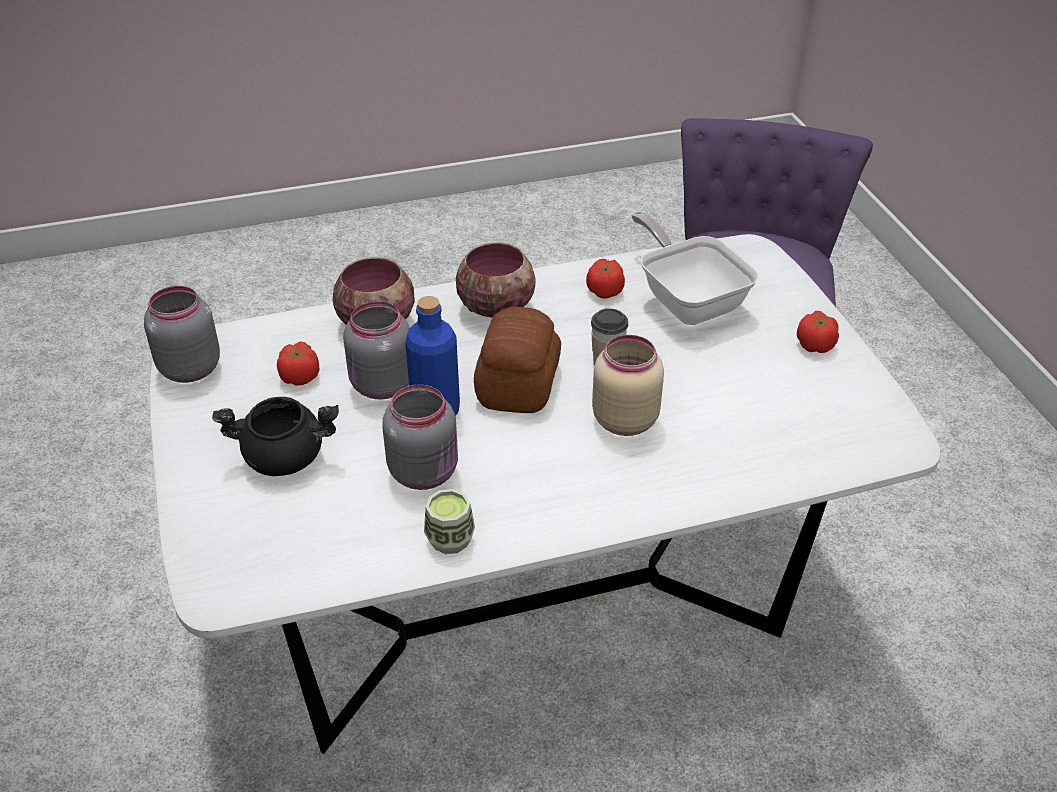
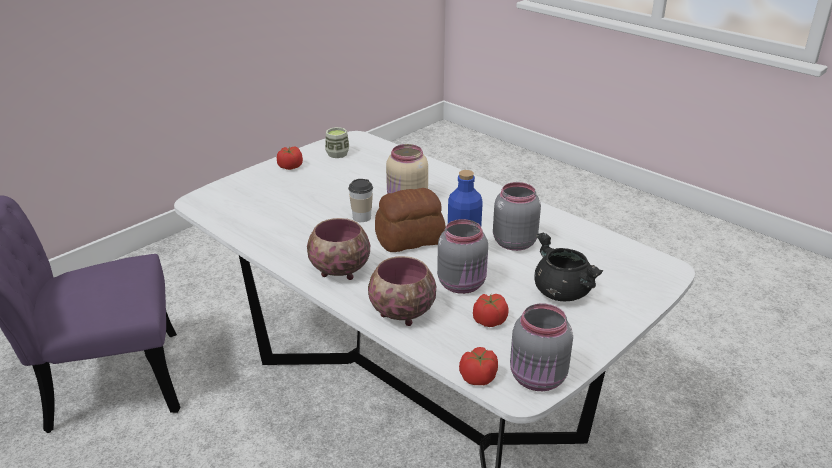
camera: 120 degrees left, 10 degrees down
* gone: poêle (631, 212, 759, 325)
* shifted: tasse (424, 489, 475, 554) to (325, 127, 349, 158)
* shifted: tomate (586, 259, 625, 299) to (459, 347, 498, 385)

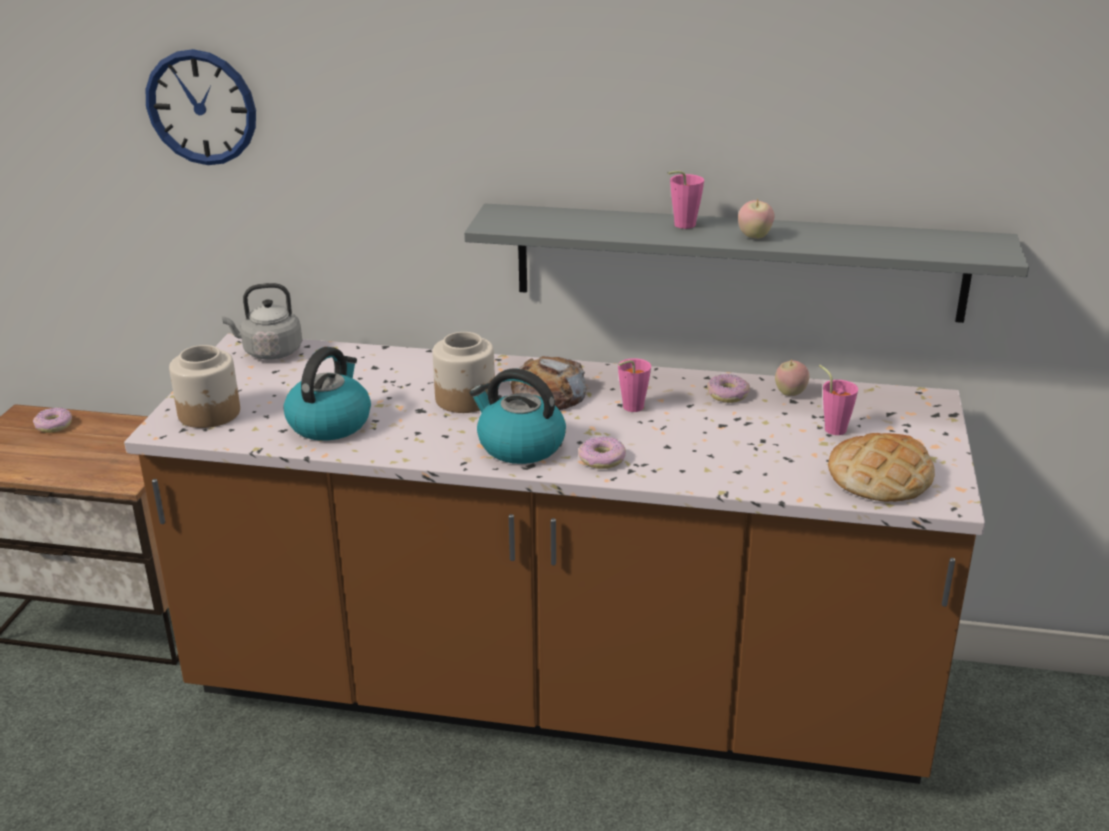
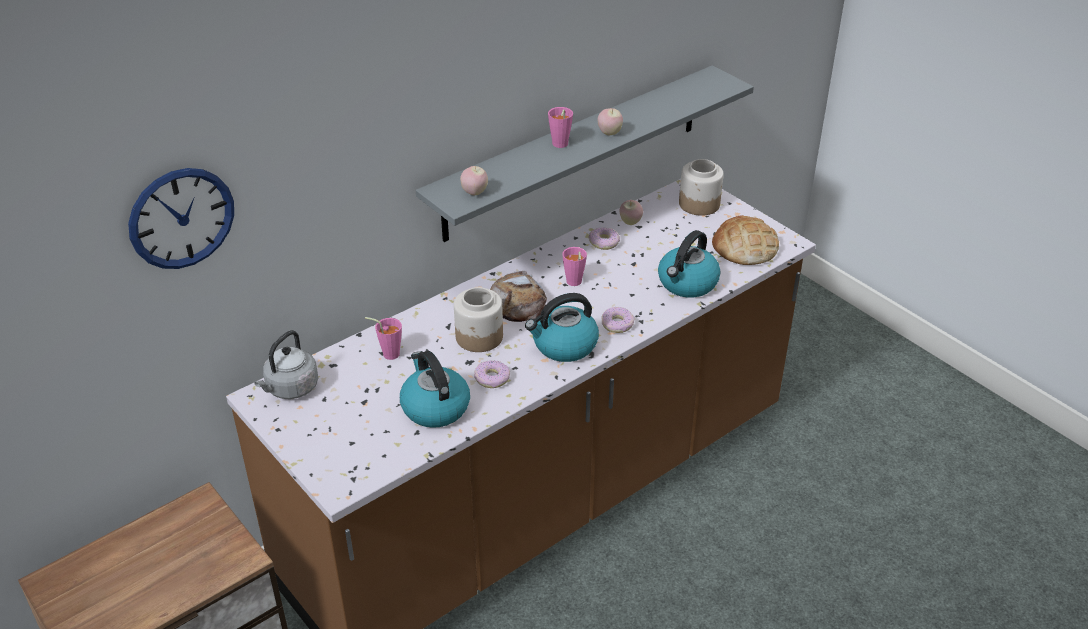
camera: 50 degrees left, 10 degrees up
* new: pomme (460, 166, 488, 195)
* new: bouilloire (658, 230, 721, 298)
* shifted: beignet (33, 407, 72, 433) to (474, 360, 510, 388)
* shifted: bocal (169, 345, 240, 428) to (679, 159, 724, 216)
* shifted: tasse (rose) (819, 365, 858, 435) to (365, 317, 402, 360)

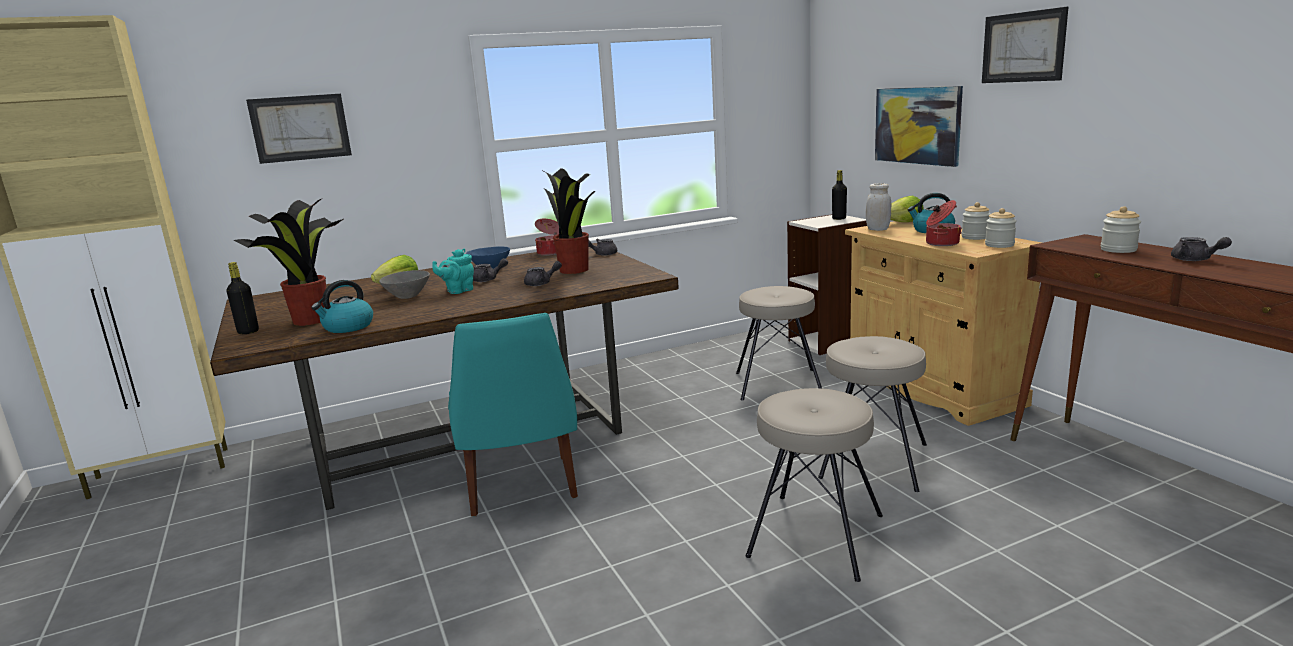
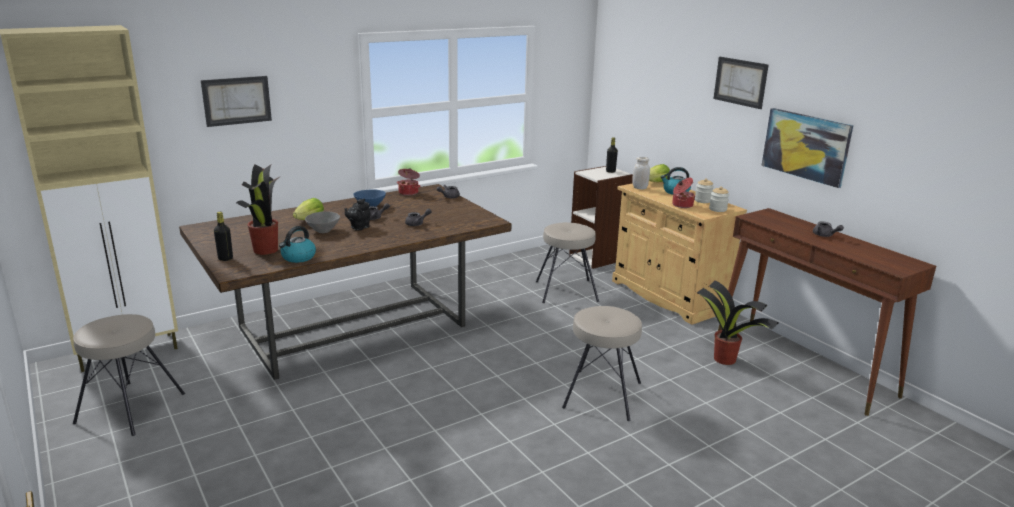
camera: 10 degrees left, 5 degrees up
* gone: chaise (turquoise) (448, 313, 578, 517)
* gone: bocal (1100, 206, 1141, 253)
* shifted: plante en pot (544, 168, 595, 274) to (696, 280, 778, 365)
* shifted: tabouret (beige) (818, 336, 927, 492) to (73, 314, 185, 436)
* shifted: tableau (875, 86, 963, 167) to (762, 108, 853, 188)
* repainted: théière (turquoise) (432, 249, 474, 294) to théière (noir) (345, 198, 370, 231)

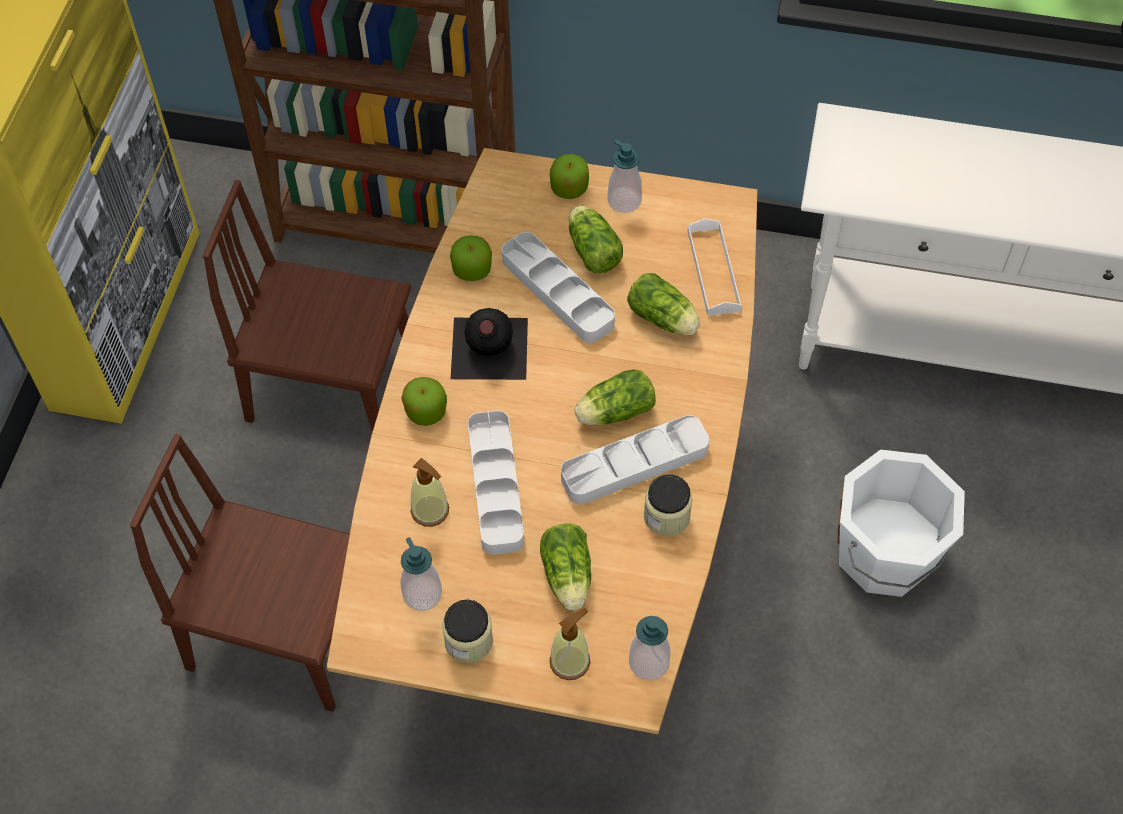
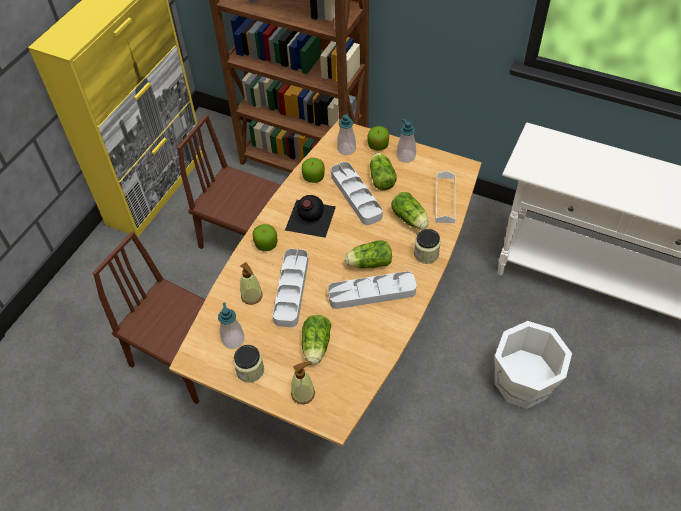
camera: 15 degrees right, 5 degrees down
* shifted: distributeur de savon (629, 616, 671, 681) to (337, 114, 356, 155)
* shifted: bocal (644, 474, 692, 536) to (414, 229, 441, 264)

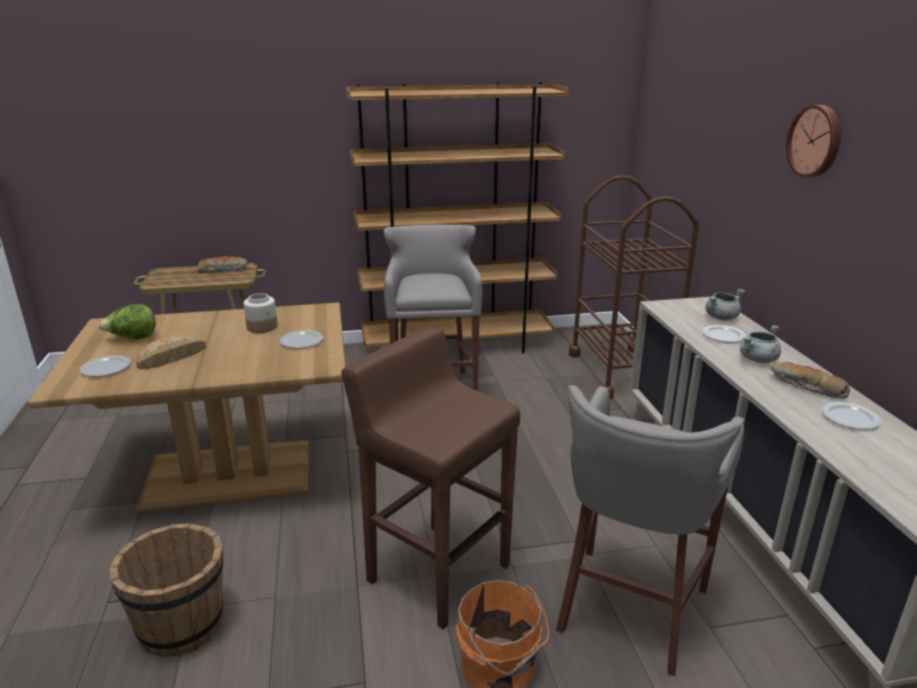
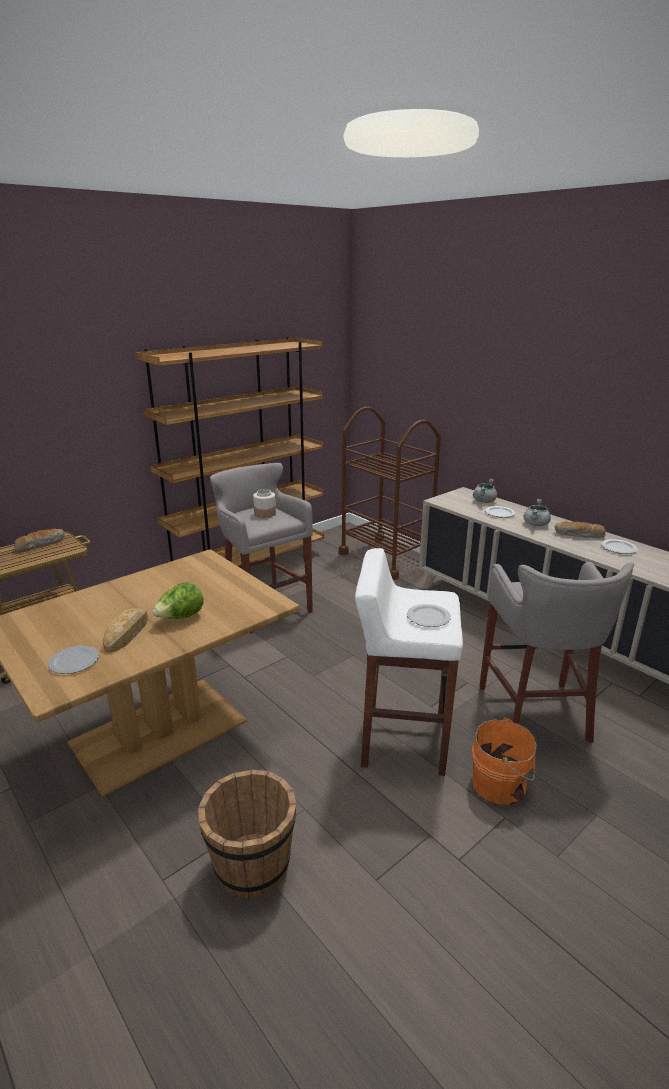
camera: 30 degrees left, 0 degrees up
* gone: horloge murale (786, 105, 841, 177)
* shifted: laitue (98, 304, 156, 339) to (152, 582, 204, 619)
* shifted: bocal (243, 293, 278, 333) to (253, 489, 276, 518)
* shifted: assiette (280, 330, 323, 348) to (407, 604, 451, 627)
* repainted: tabouret (marron) (341, 327, 520, 630) to tabouret (blanc) (355, 548, 463, 776)

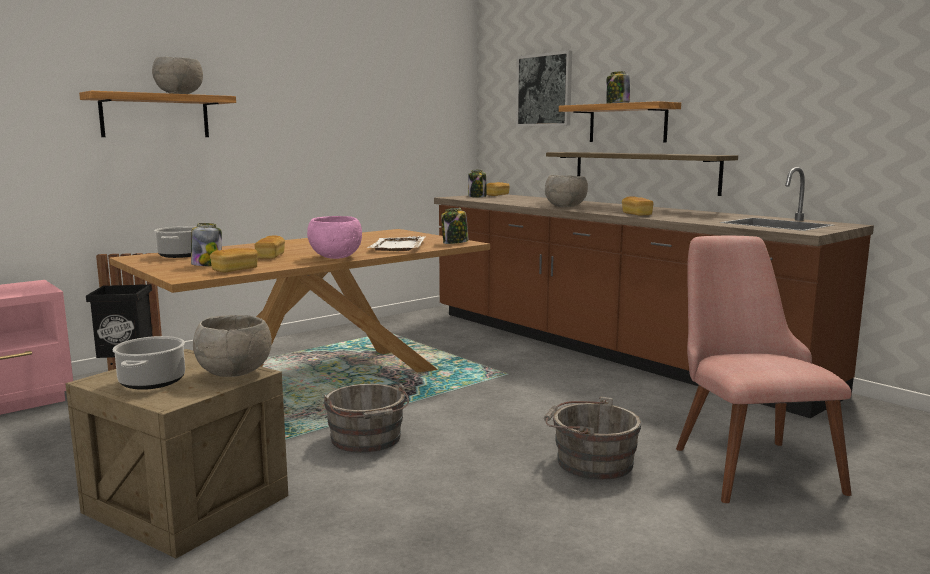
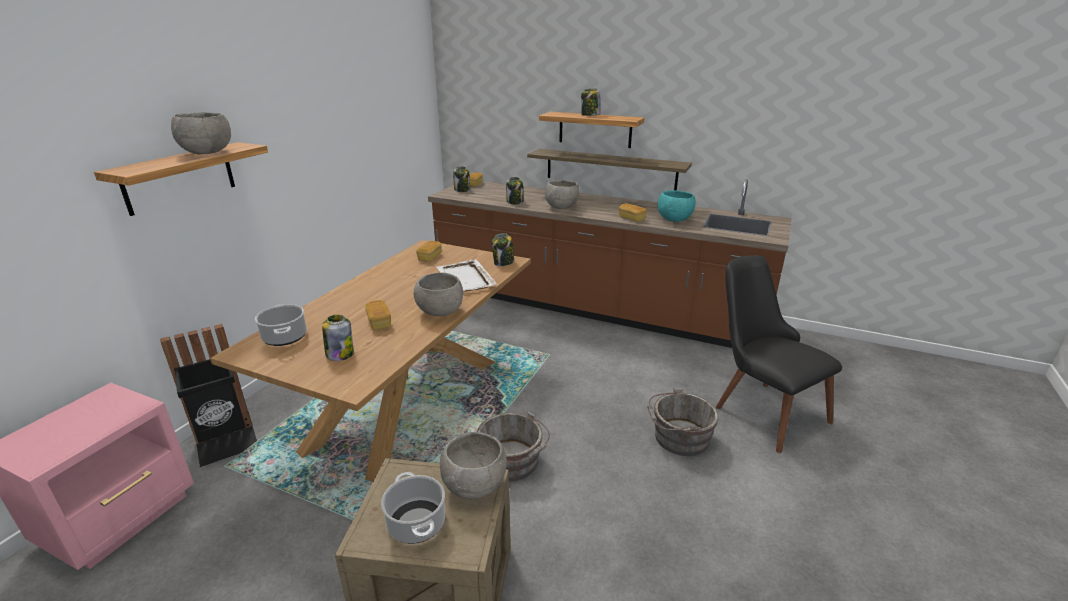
camera: 25 degrees left, 15 degrees up
* gone: tableau (516, 50, 572, 126)
* new: bocal (506, 177, 523, 205)
* new: bol (turquoise) (657, 190, 696, 222)
* shifted: pain (210, 248, 258, 272) to (416, 241, 441, 261)
* repainted: bol (rose) (307, 216, 362, 259) to bol (gris) (414, 272, 463, 316)
* repainted: chaise (rose) (676, 236, 852, 503) to chaise (noir) (716, 255, 842, 453)

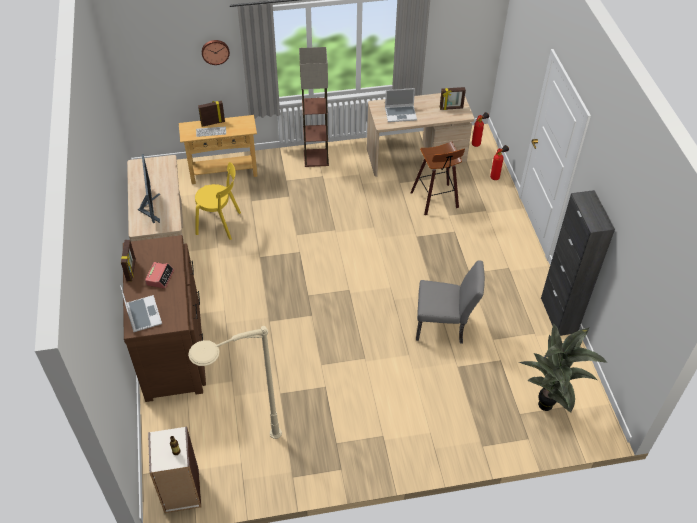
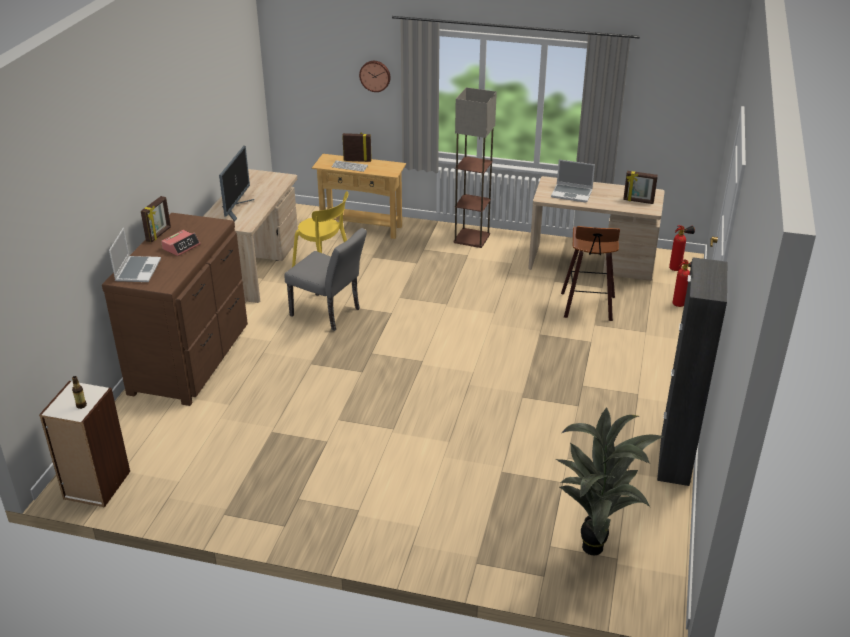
camera: 25 degrees right, 15 degrees down
* gone: lampadaire (beige) (188, 326, 282, 439)
* shifted: chaise (gris) (416, 260, 485, 344) to (284, 228, 367, 331)

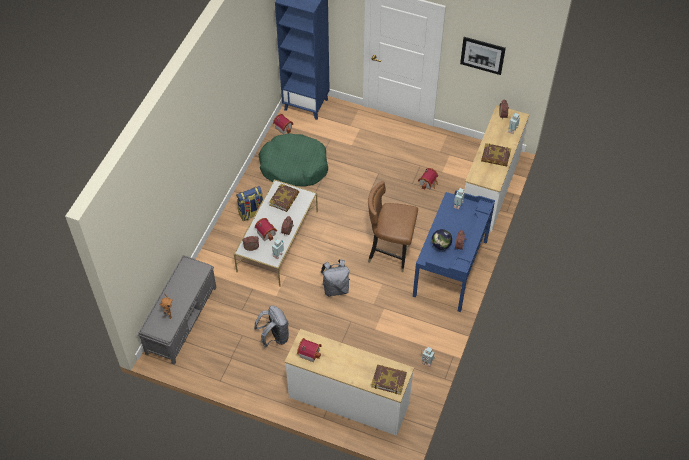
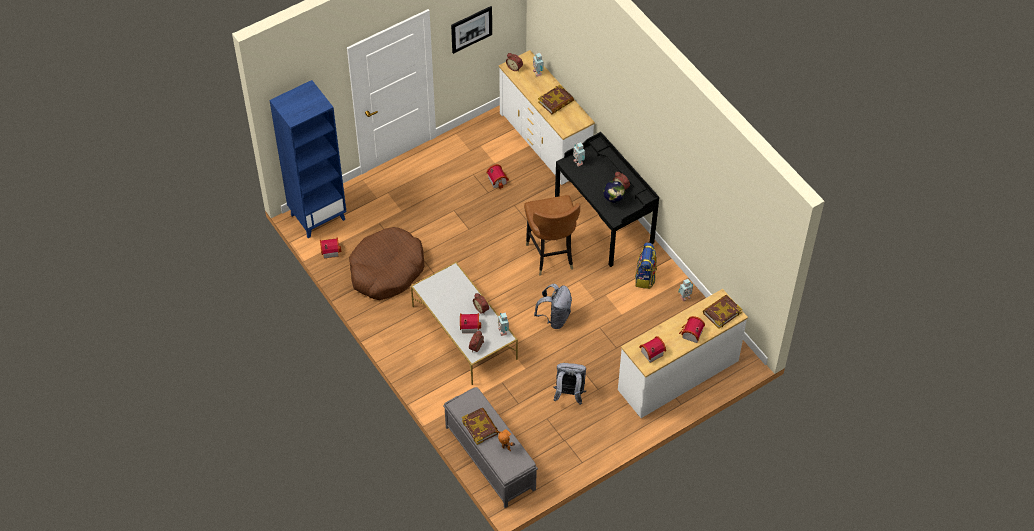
camera: 55 degrees left, 0 degrees up
* new: maison miniature (679, 316, 705, 343)
* shifted: sac à dos (236, 186, 263, 221) to (635, 242, 657, 289)
* shifted: livre (269, 184, 299, 212) to (462, 408, 498, 445)
* repainted: panier pour chien (vert) (259, 133, 328, 186) to panier pour chien (marron) (349, 227, 424, 300)
* repainted: bureau (bleu) (413, 191, 495, 312) to bureau (noir) (555, 132, 659, 267)
* rotated: chaise (marron) (368, 181, 418, 272) = (524, 195, 580, 276) 60 degrees counterclockwise

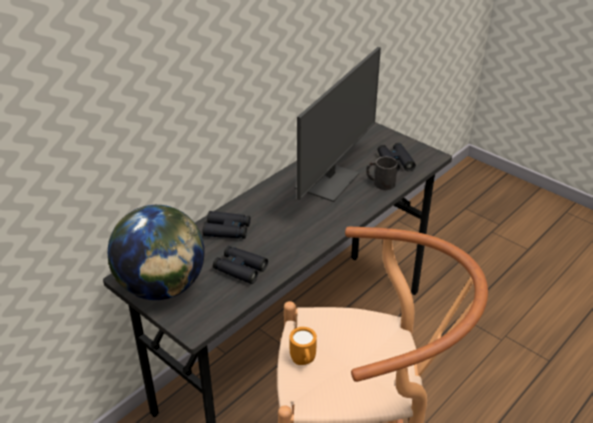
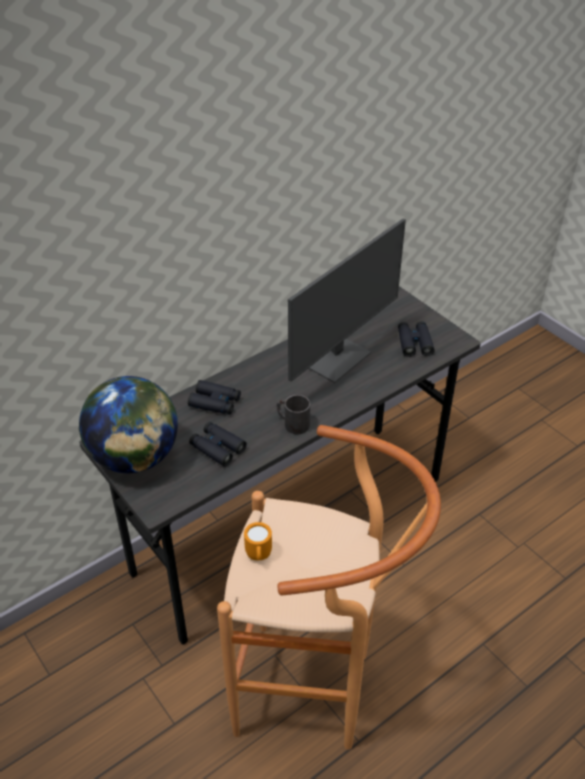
camera: 10 degrees right, 5 degrees up
* shifted: mug (noir) (366, 157, 398, 190) to (276, 395, 310, 434)

